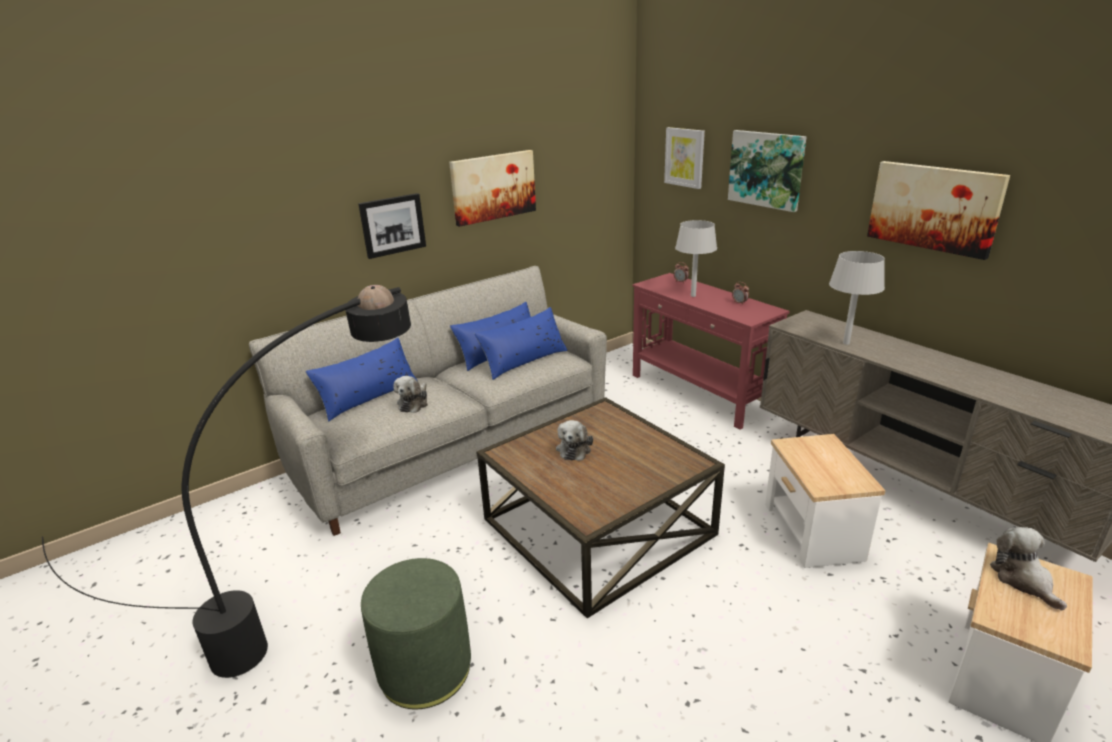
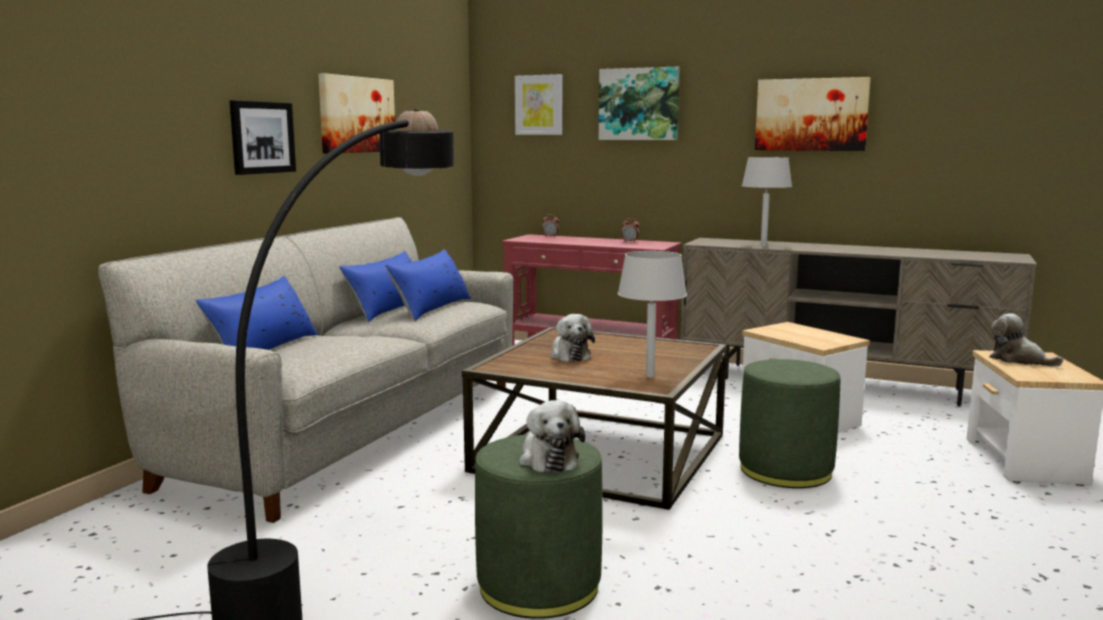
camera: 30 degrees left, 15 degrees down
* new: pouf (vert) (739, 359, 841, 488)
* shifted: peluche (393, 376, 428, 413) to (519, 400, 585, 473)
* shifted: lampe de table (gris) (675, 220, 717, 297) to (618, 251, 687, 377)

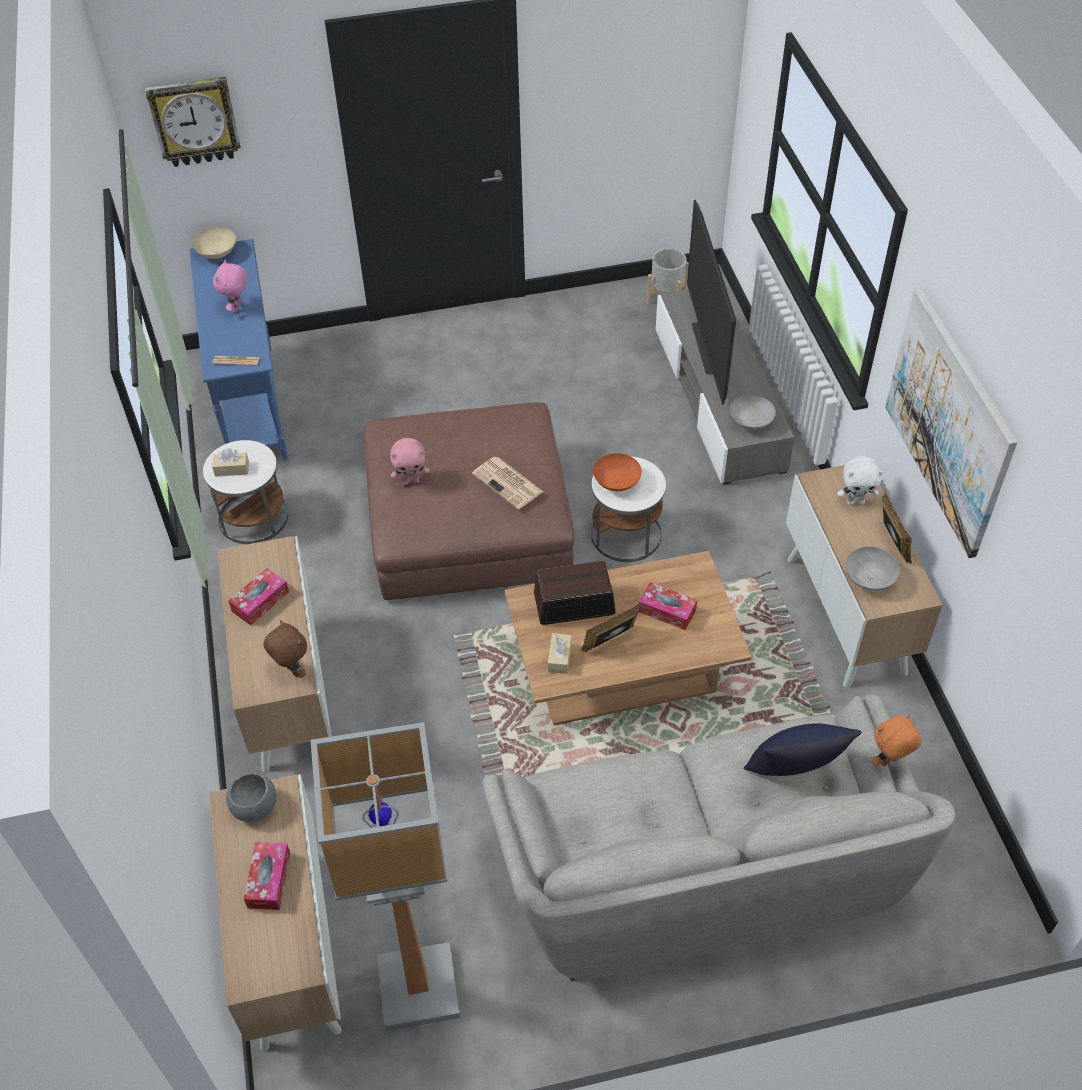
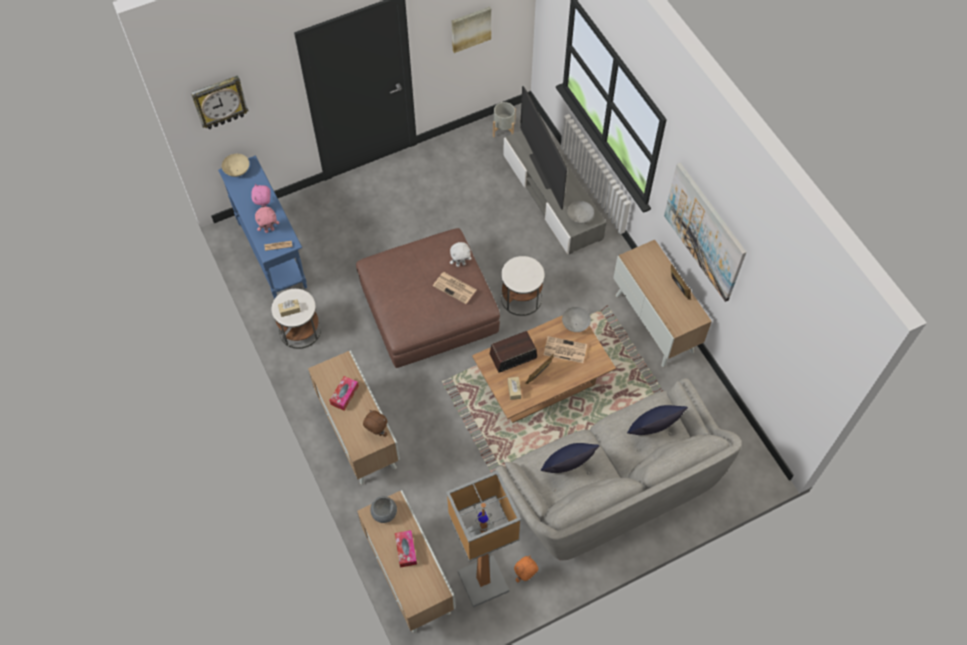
camera: 15 degrees left, 10 degrees up
* gone: bol (orange) (593, 453, 642, 491)
* new: tableau (452, 6, 491, 53)
* new: coussin (bleu) (541, 443, 599, 473)
* shifted: peluche (rose) (390, 438, 429, 485) to (255, 207, 279, 233)
* shifted: peluche (blanc) (837, 456, 883, 505) to (450, 242, 472, 267)
* shifted: bol (gris) (845, 547, 900, 591) to (562, 307, 591, 332)
* shifted: peluche (orange) (872, 714, 921, 766) to (514, 556, 538, 582)
* swapped: boîte à mouchoirs (638, 582, 697, 630) to journal (544, 336, 587, 363)

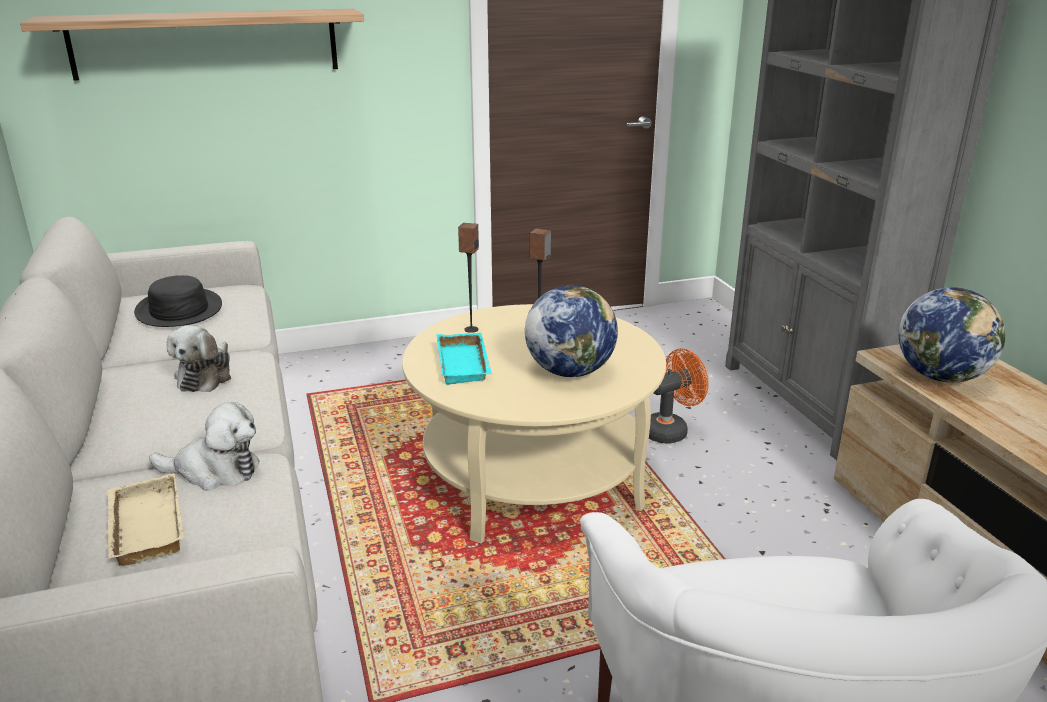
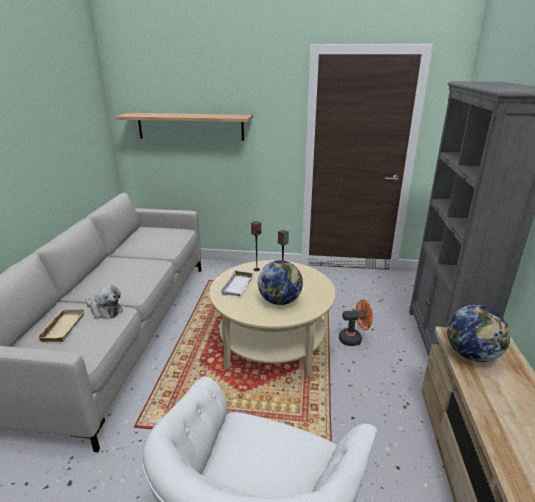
camera: 25 degrees right, 0 degrees up
* gone: chapeau (noir) (134, 275, 222, 327)
* gone: peluche (167, 326, 231, 392)
* repainted: plateau (turquoise) (437, 333, 492, 385) to plateau (blanc) (220, 270, 254, 296)

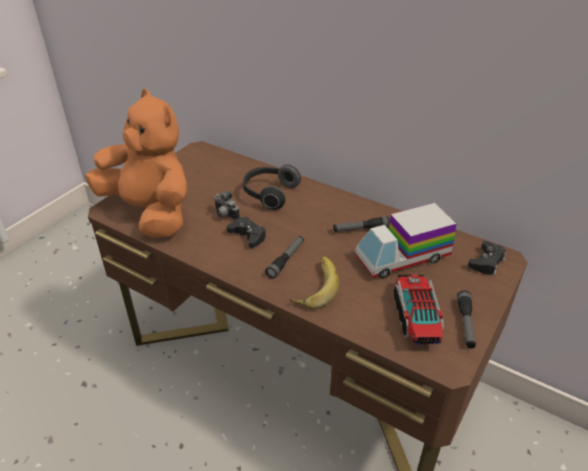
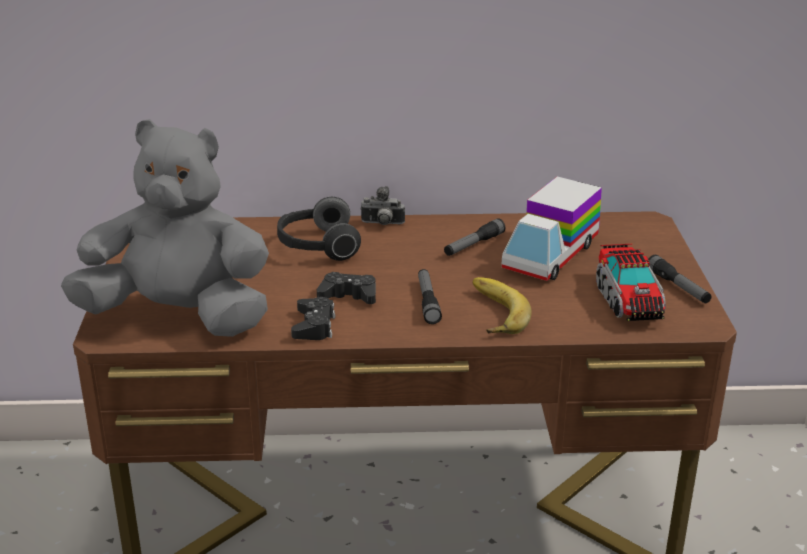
camera: 35 degrees left, 10 degrees down
* shifted: appareil photo (214, 191, 240, 220) to (360, 186, 405, 225)
* shifted: manette (noir) (468, 241, 507, 275) to (291, 297, 335, 340)
* repainted: peluche (orange) (85, 89, 187, 238) to peluche (gris) (61, 119, 269, 337)
* rotated: camion jouet (394, 274, 444, 345) = (596, 244, 666, 321) 150 degrees counterclockwise

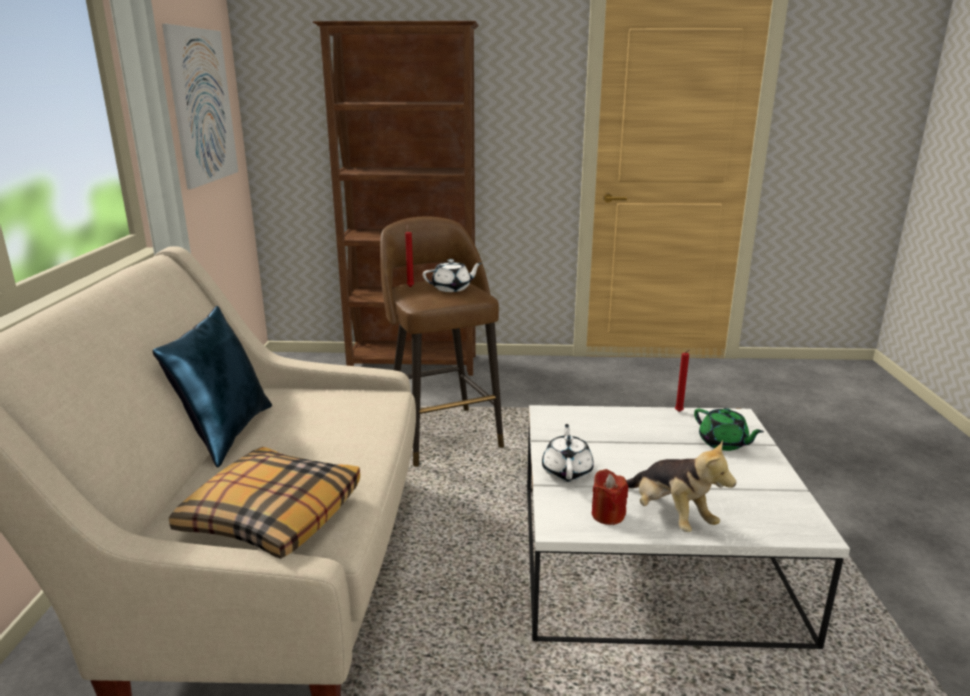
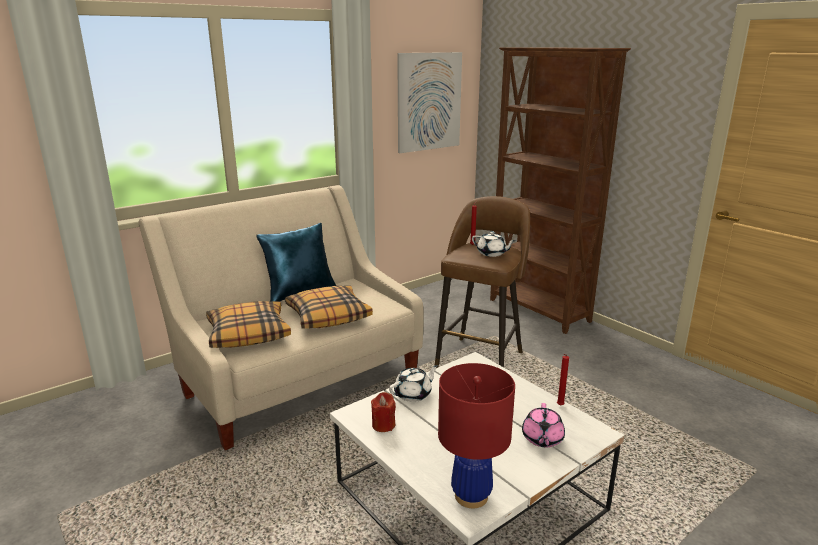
camera: 50 degrees right, 0 degrees up
* gone: peluche (626, 440, 736, 532)
* new: coussin (285, 286, 373, 329)
* new: lampe de table (rouge) (438, 363, 515, 508)
* repainted: théière (vert) (694, 408, 764, 451) to théière (rose) (522, 403, 565, 447)

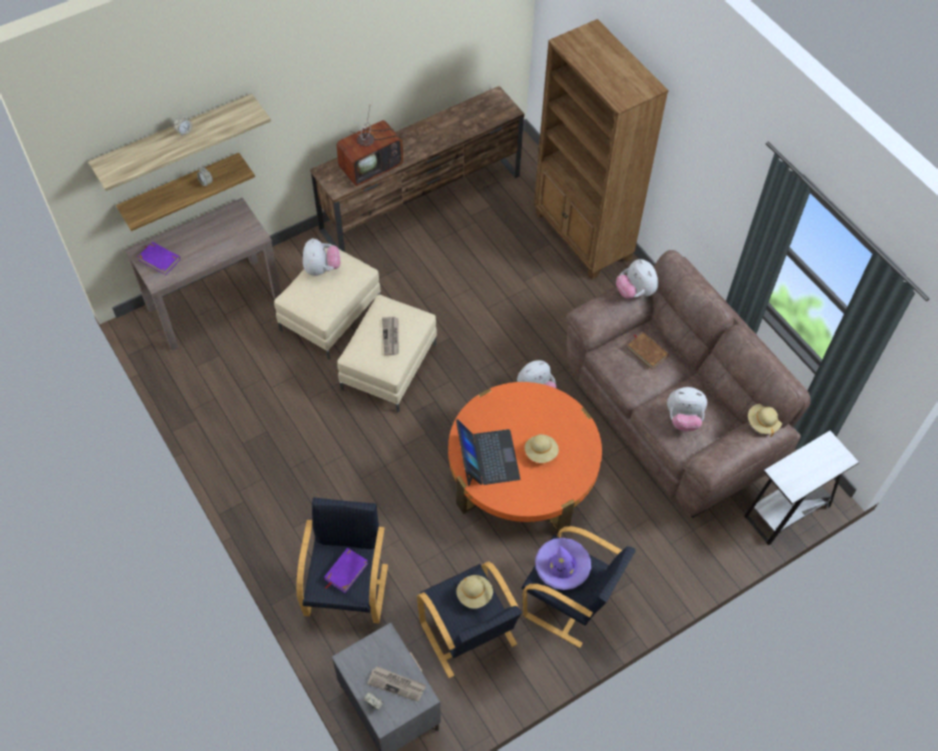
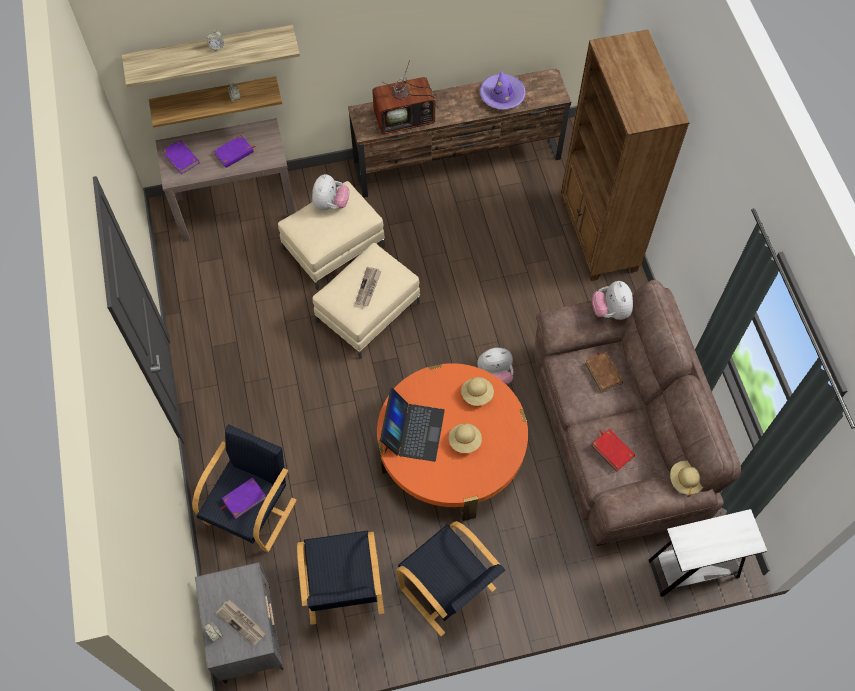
camera: 20 degrees right, 5 degrees up
* new: livre (violet) (214, 135, 256, 168)
* shifted: chapeau (beige) (456, 575, 493, 609) to (461, 377, 494, 406)
* shifted: chapeau (violet) (535, 538, 591, 590) to (480, 70, 526, 110)
* swapped: peluche (667, 387, 707, 431) to livre (rouge) (591, 429, 635, 471)

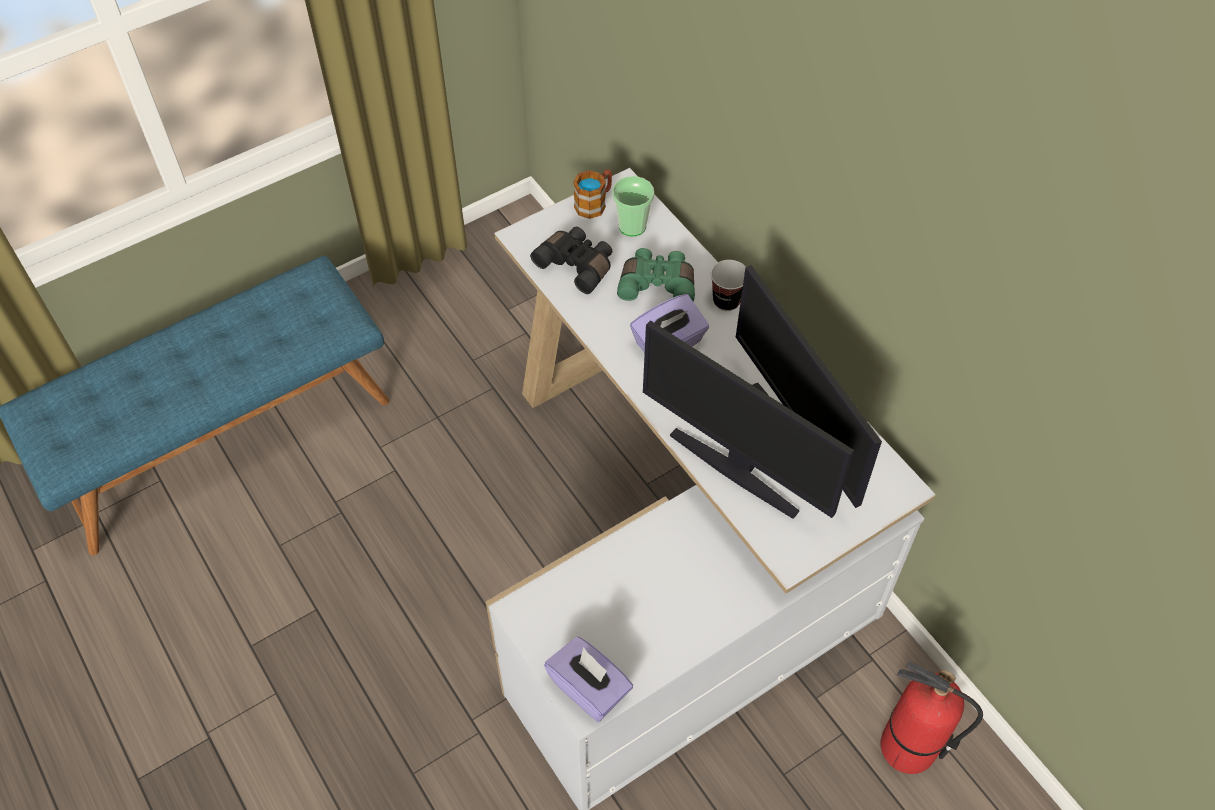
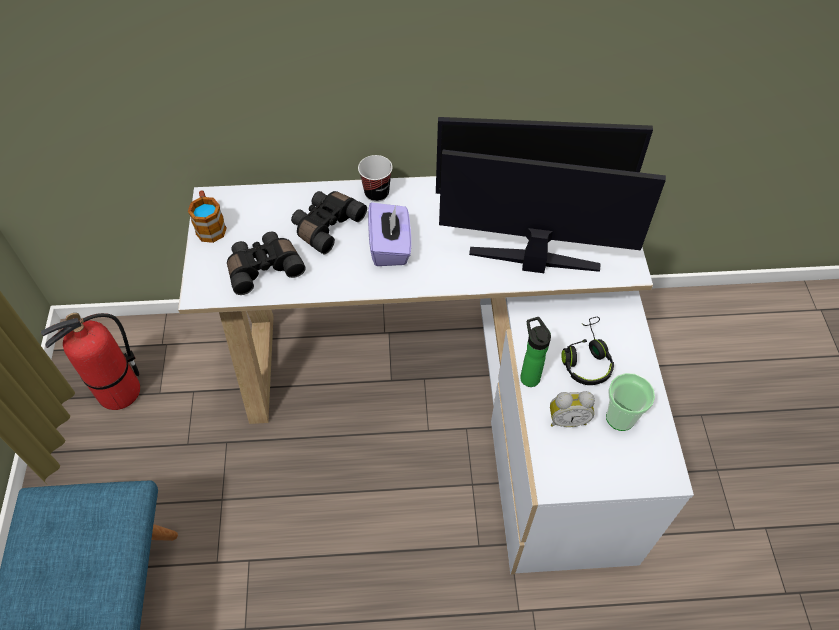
camera: 60 degrees left, 0 degrees up
* gone: boîte à mouchoirs (violet) (544, 637, 633, 722)
* new: bouteille (520, 317, 551, 387)
* new: réveil (550, 391, 595, 427)
* new: casque audio (noir) (561, 317, 614, 385)
* shifted: tasse (612, 176, 654, 237) to (606, 373, 655, 431)
* shifted: extincteur (881, 661, 983, 774) to (41, 313, 140, 410)
* repainted: jumelles (vert) (617, 248, 695, 302) to jumelles (noir) (291, 191, 367, 254)
* rotated: écran d'ordinateur (643, 320, 854, 519) = (439, 150, 666, 273) 150 degrees counterclockwise

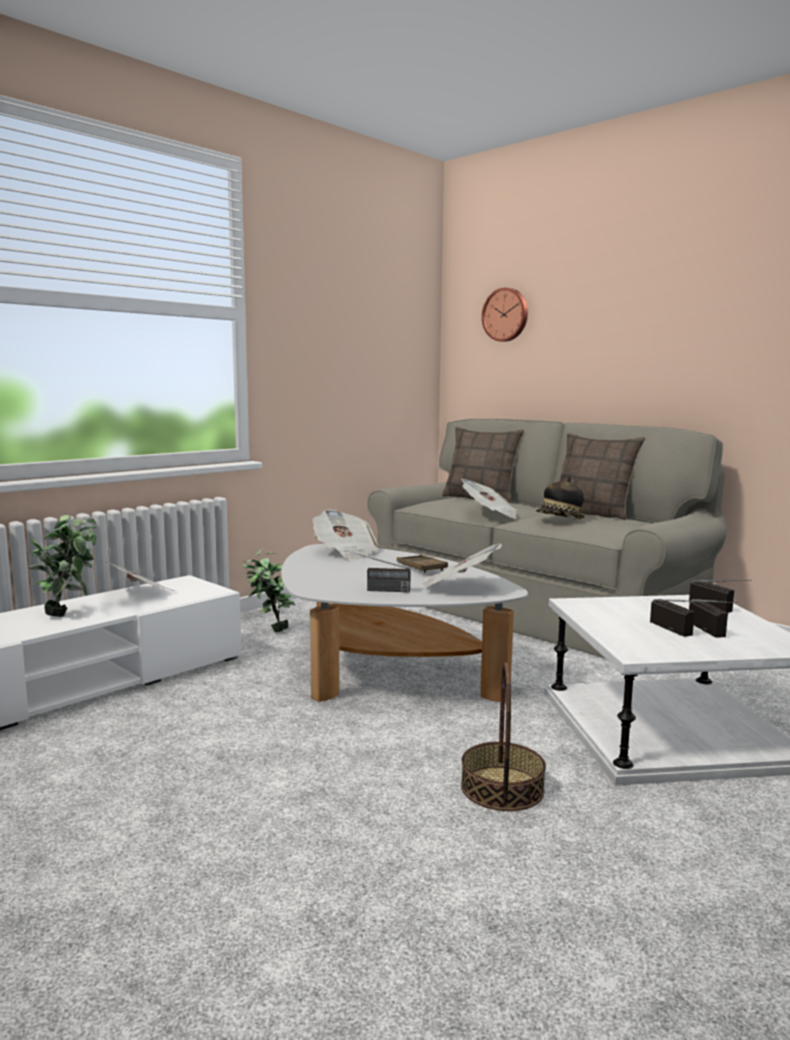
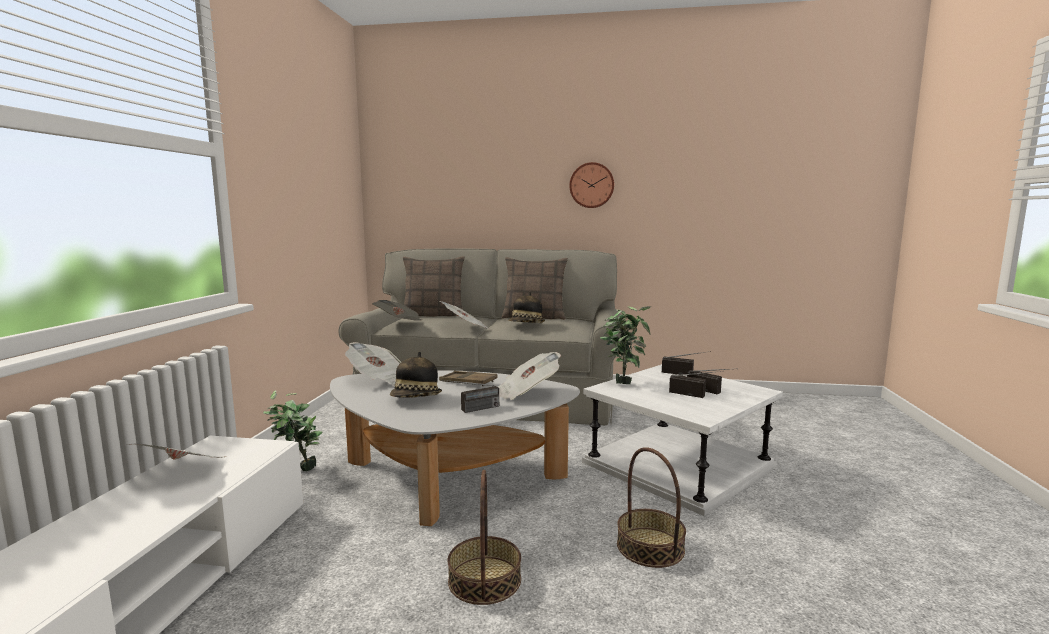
camera: 35 degrees left, 0 degrees up
* new: journal (372, 300, 422, 321)
* new: chapeau (390, 351, 442, 398)
* new: panier (447, 470, 521, 605)
* shifted: plante en pot (28, 515, 97, 617) to (600, 306, 652, 384)
* shifted: horloge murale (482, 288, 528, 342) to (569, 162, 614, 208)

